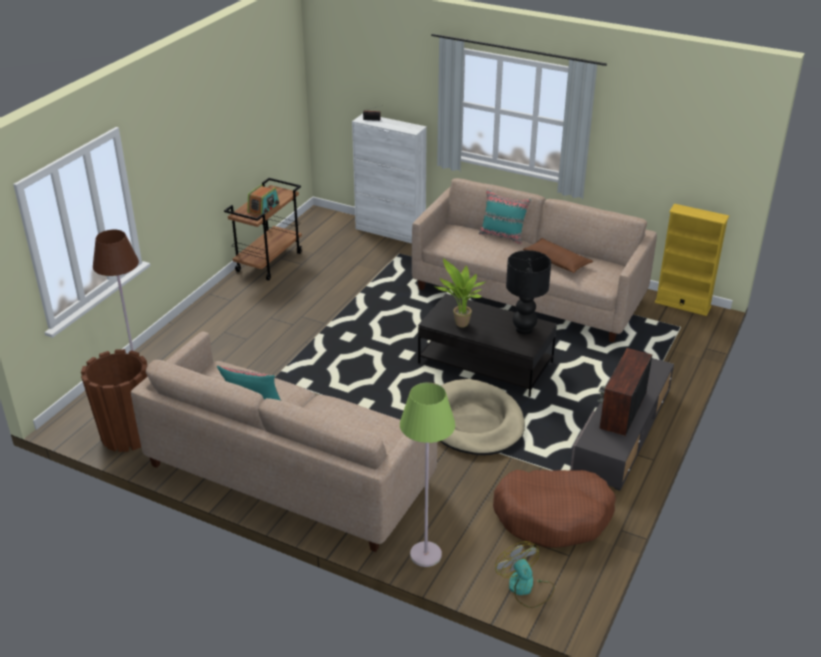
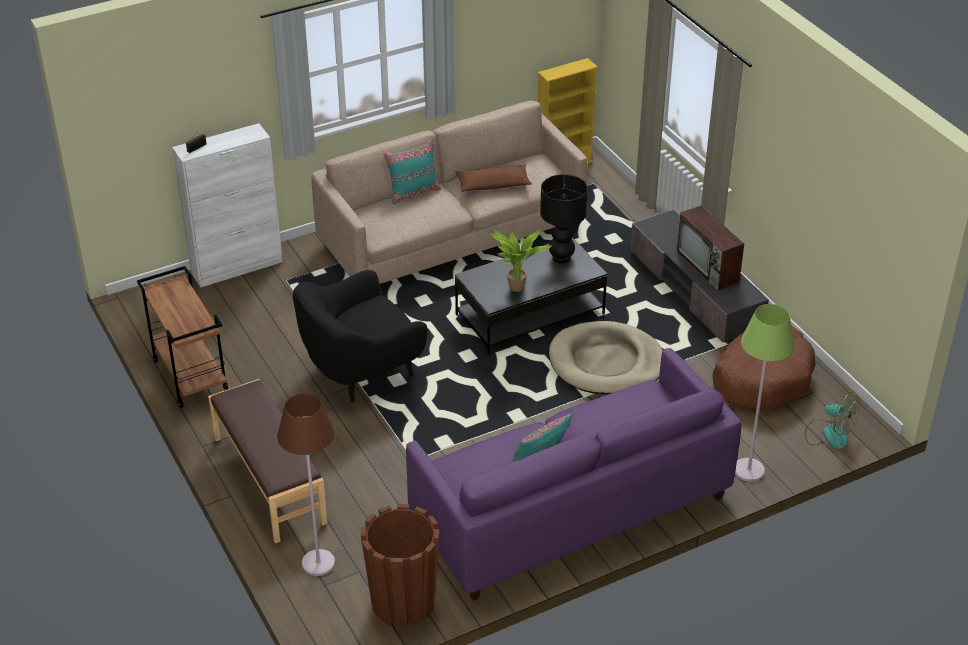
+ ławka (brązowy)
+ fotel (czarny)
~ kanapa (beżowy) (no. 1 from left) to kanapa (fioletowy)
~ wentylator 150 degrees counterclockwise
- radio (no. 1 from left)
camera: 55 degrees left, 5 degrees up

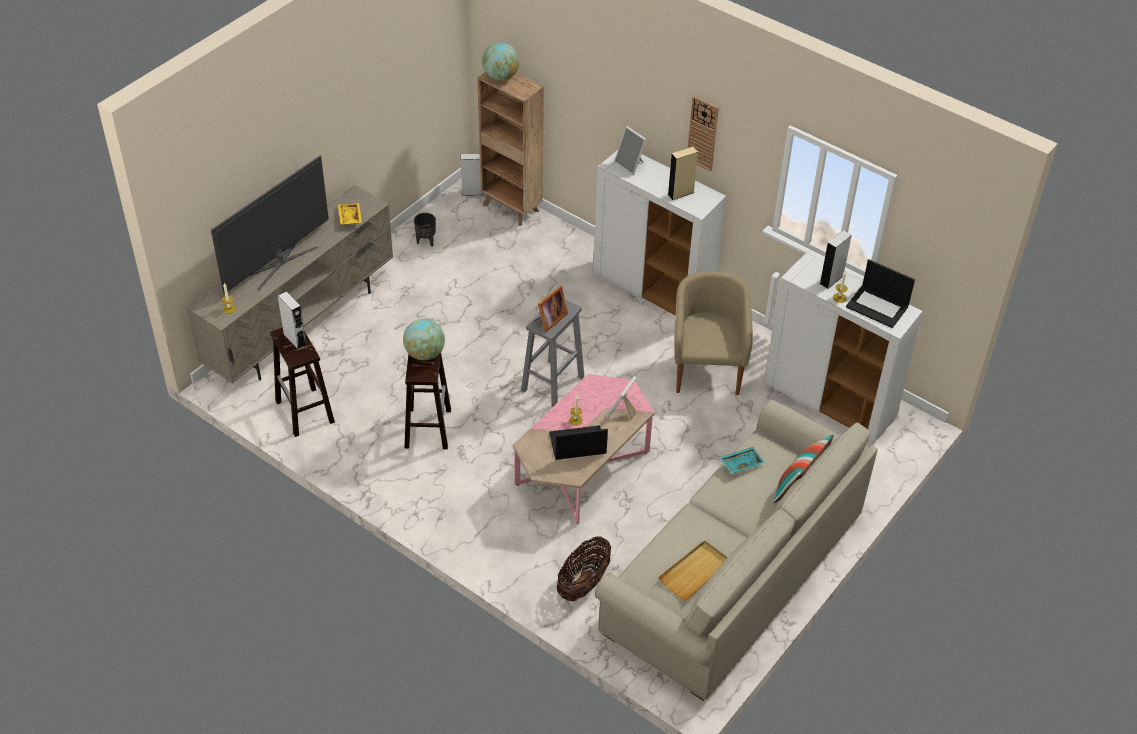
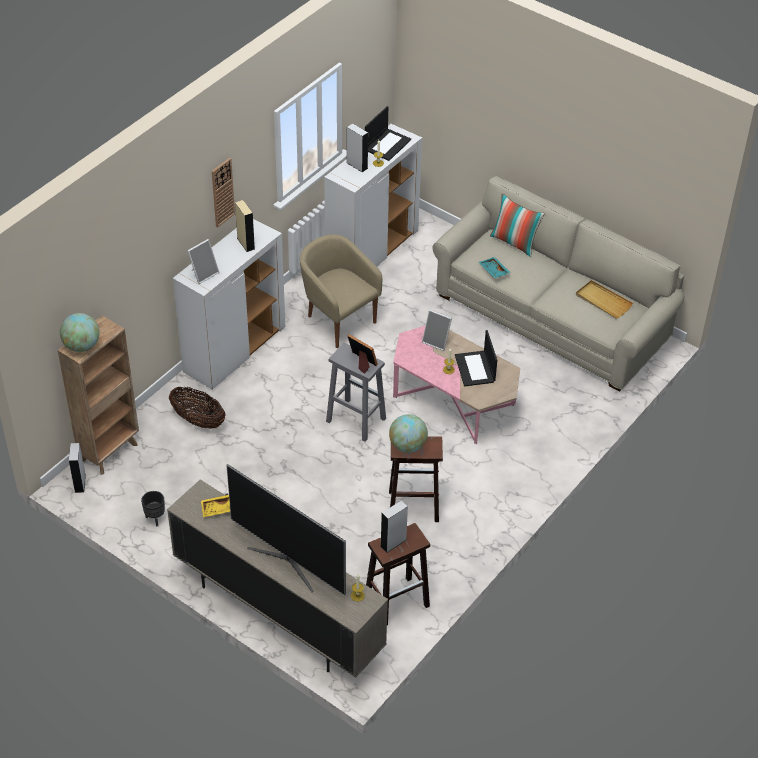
~ koszyk
~ fotel (beżowy) 45 degrees clockwise
camera: 90 degrees left, 0 degrees up

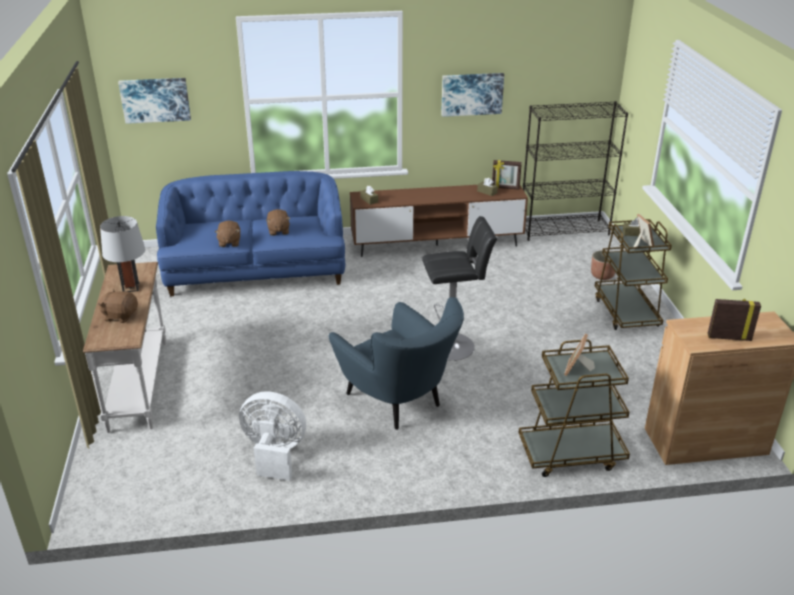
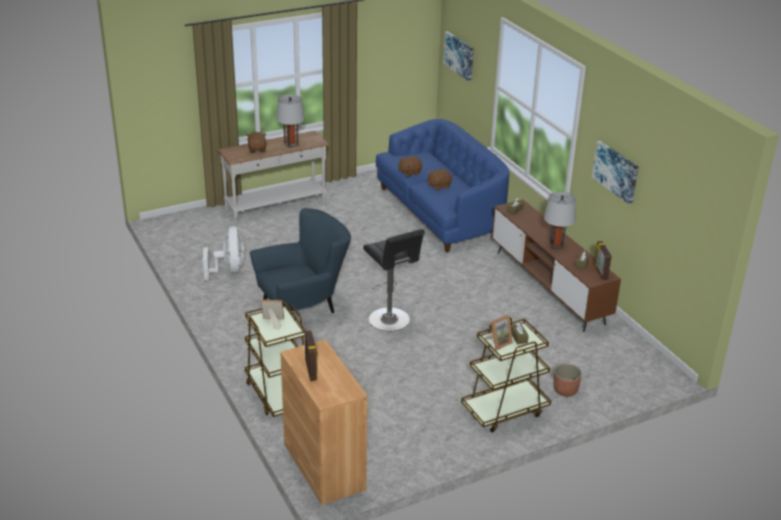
~ fotel (niebieski) 150 degrees counterclockwise
+ lampa stołowa (szary) (no. 2 from left)
- regał (czarny)
camera: 70 degrees right, 0 degrees up

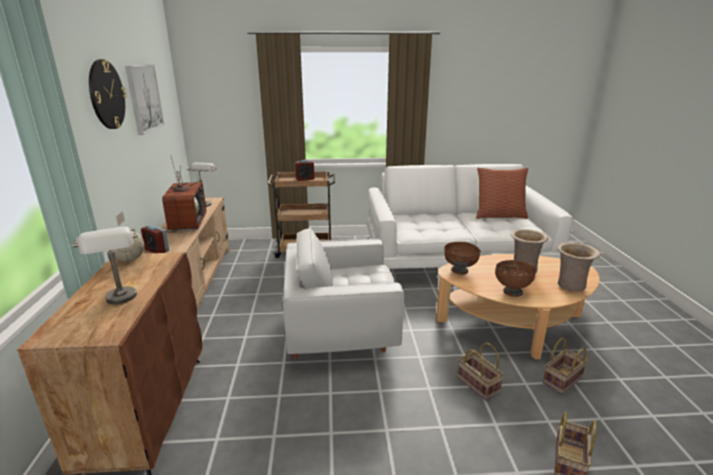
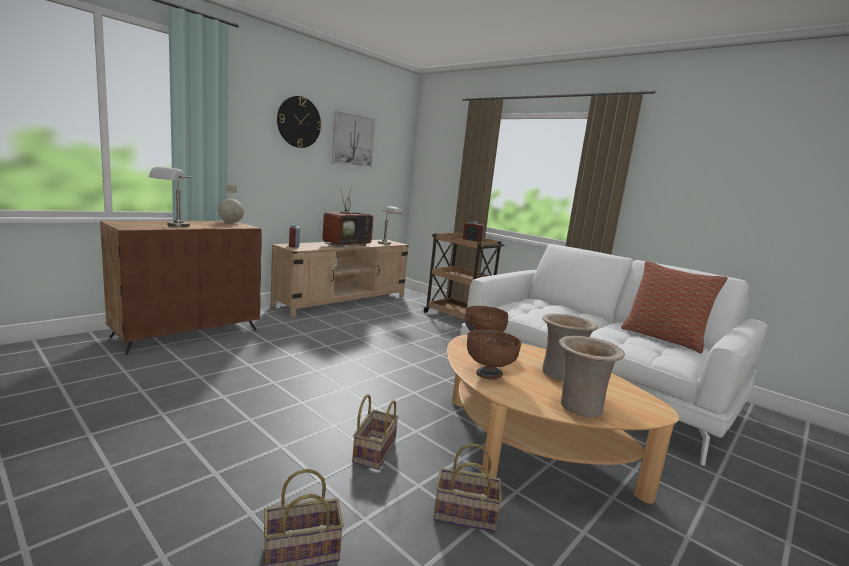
- fotel (biały)
camera: 45 degrees right, 10 degrees down

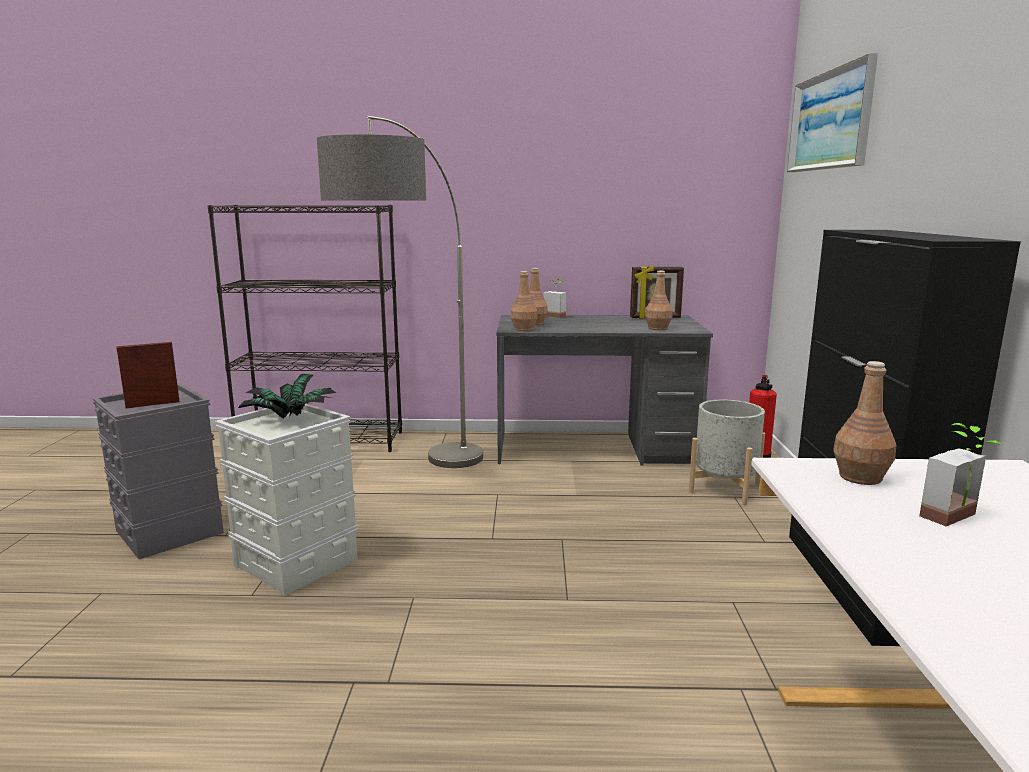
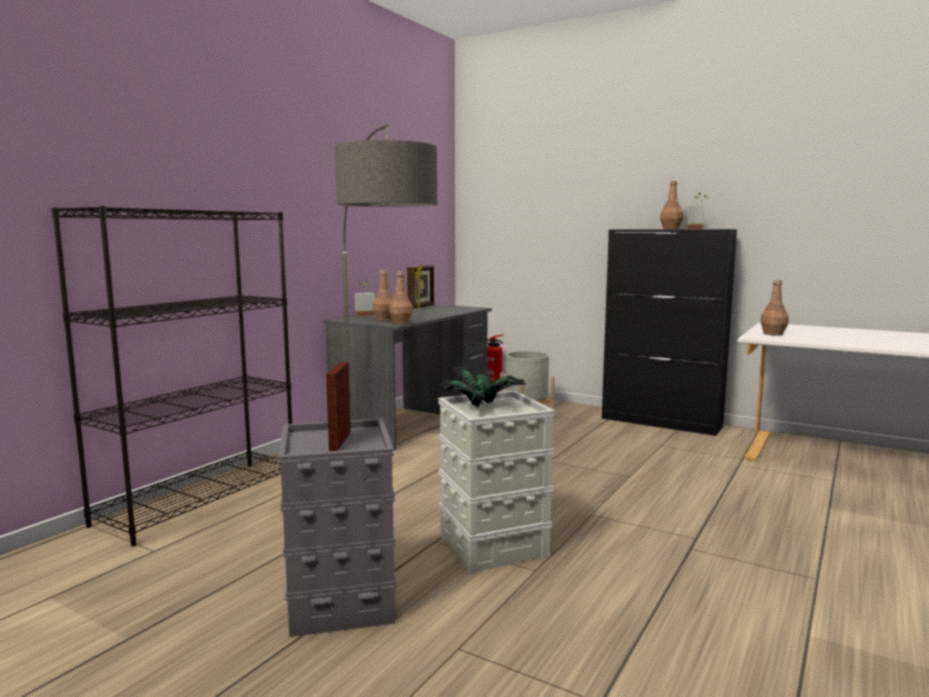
~ butelka (brązowy) (no. 3 from left)
~ roślina doniczkowa (no. 3 from left)
- obraz
camera: 60 degrees left, 5 degrees down

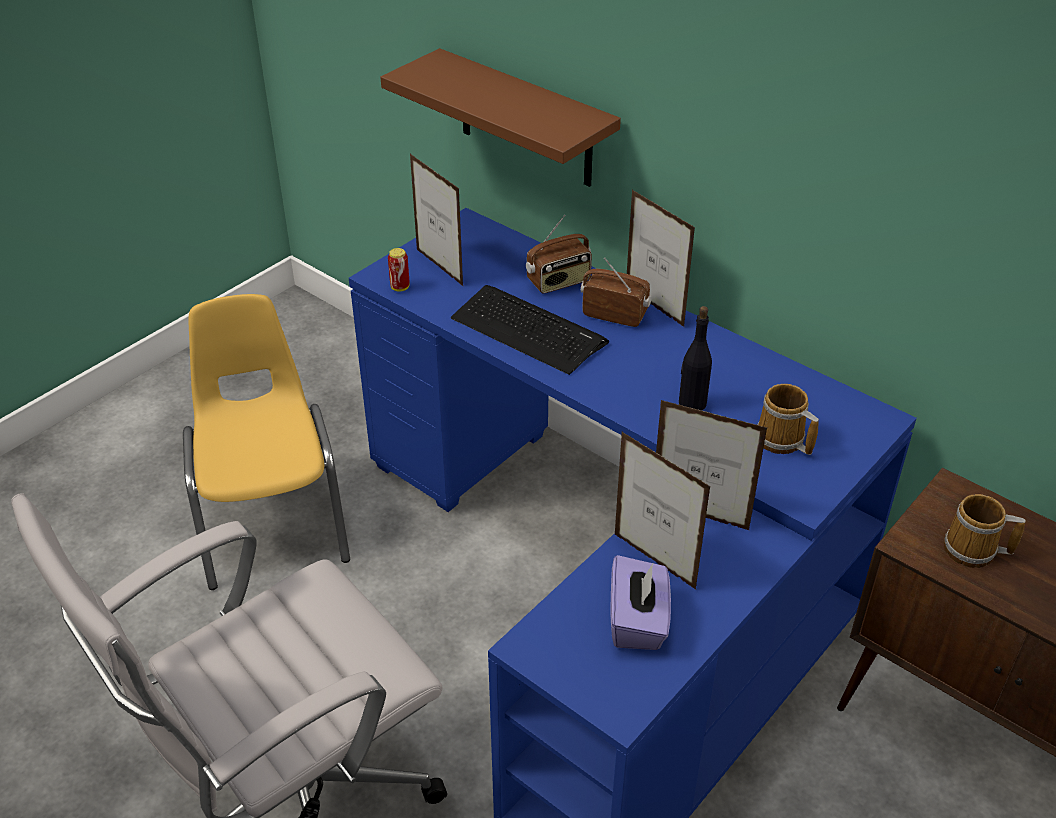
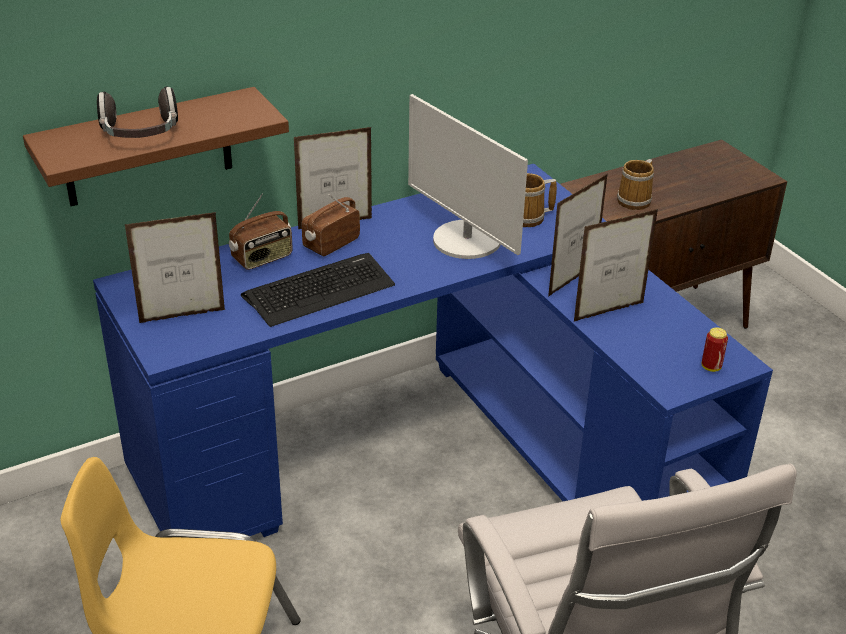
+ słuchawki
~ radio (no. 1 from left) 60 degrees clockwise
~ butelka (czarny) to monitor
~ puszka
- pudełko chusteczek (fioletowy)
camera: 70 degrees left, 5 degrees down

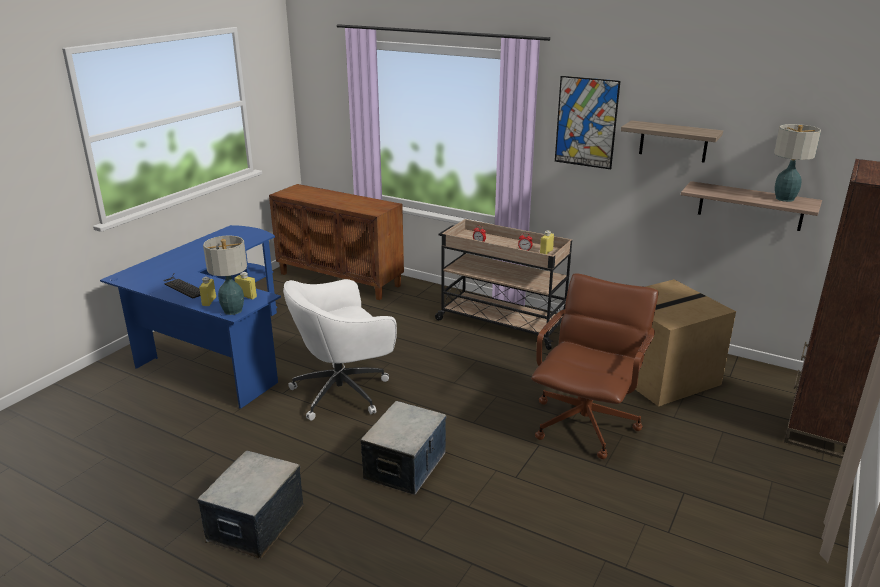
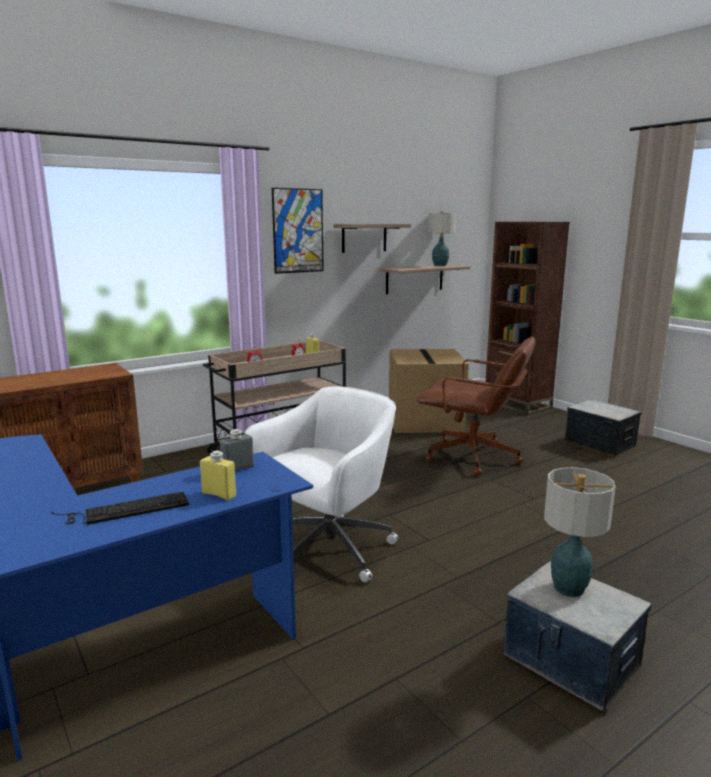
~ butelka (żółty) (no. 2 from left) to butelka (szary)
~ krzesło biurowe (biały) 135 degrees counterclockwise
~ krzesło biurowe (brązowy) 150 degrees clockwise
~ lampa stołowa (no. 1 from left in the first image) to lampa stołowa (no. 2 from left)
~ pojemnik do przechowywania (no. 2 from left)
camera: 65 degrees left, 10 degrees down

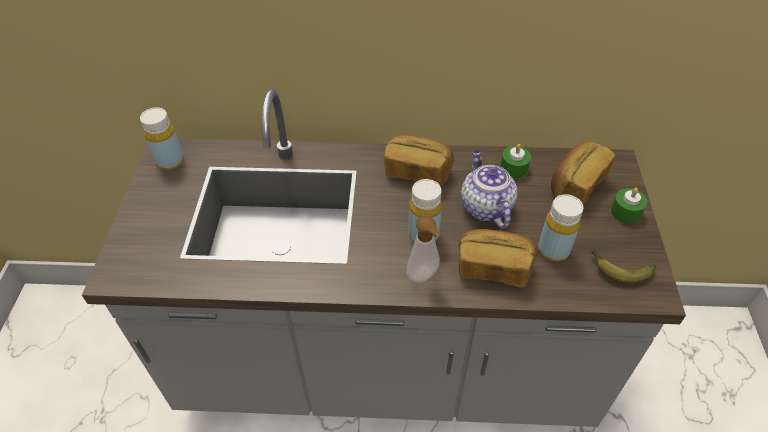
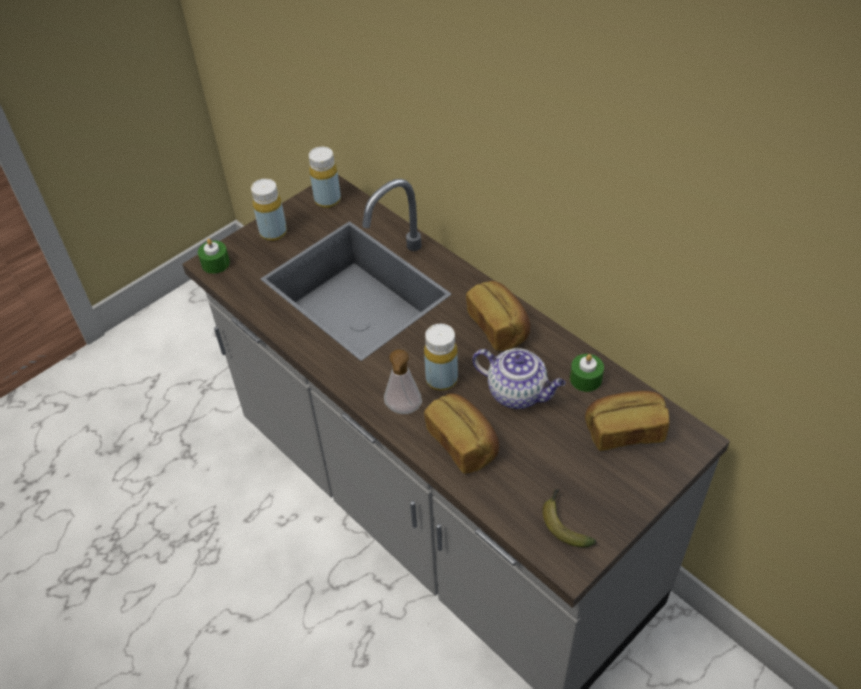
~ świeca (zielony) (no. 2 from left in the first image) to świeca (zielony) (no. 1 from left)
~ butelka (żółty) (no. 3 from left in the first image) to butelka (żółty) (no. 1 from left)
~ imbryk 90 degrees clockwise
camera: 45 degrees right, 0 degrees up

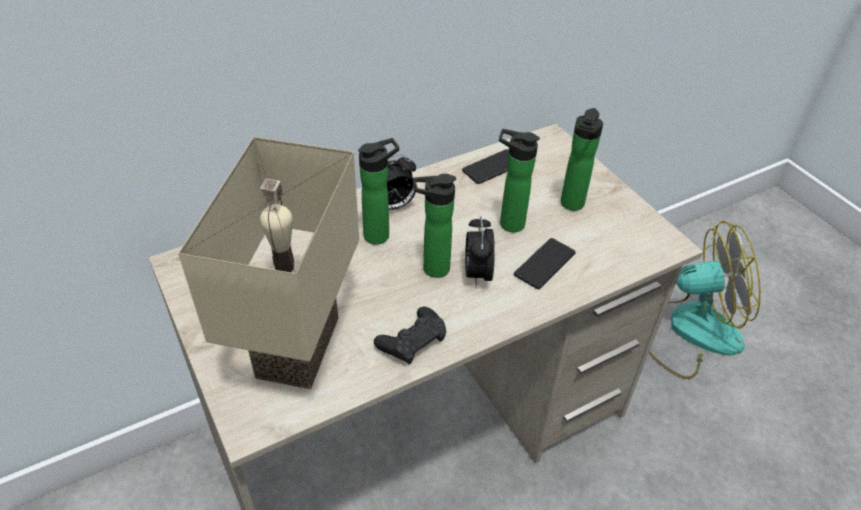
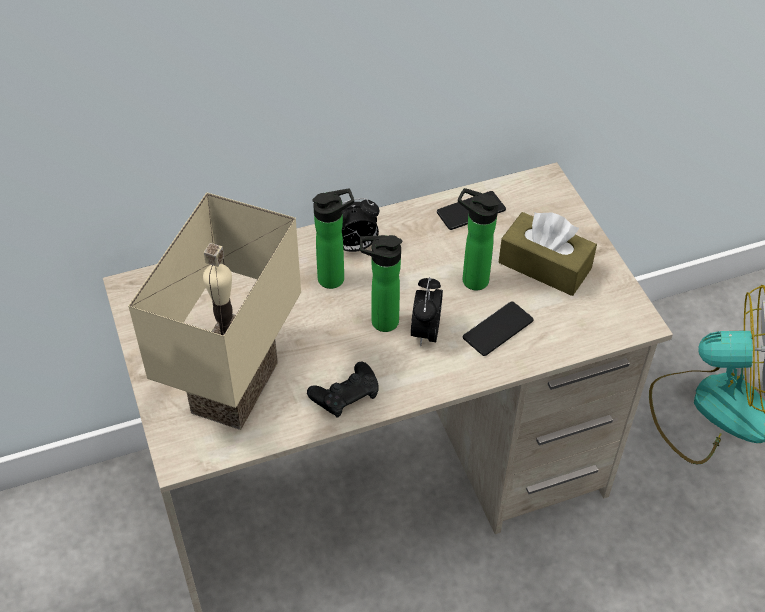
~ butelka (no. 4 from left) to pudełko chusteczek (brązowy)
camera: 10 degrees right, 5 degrees up

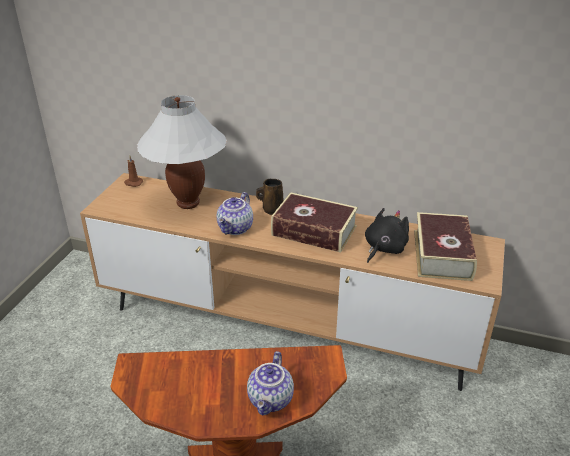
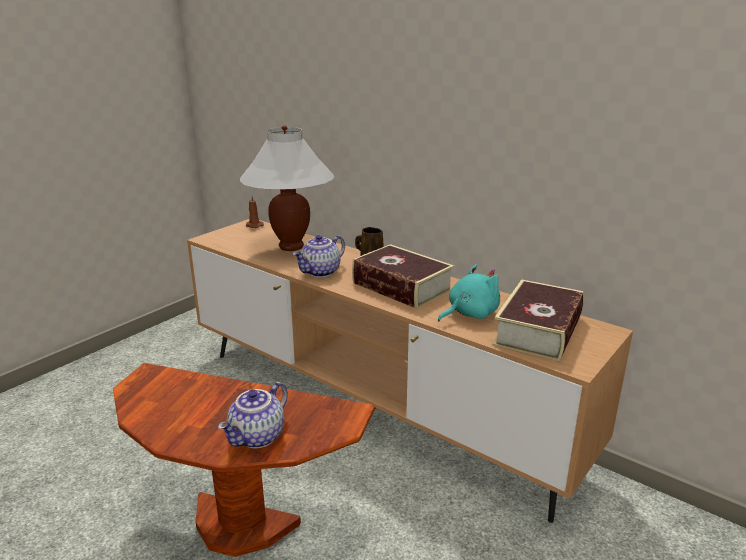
~ pluszak (czarny) to pluszak (turkusowy)
camera: 20 degrees right, 10 degrees down

